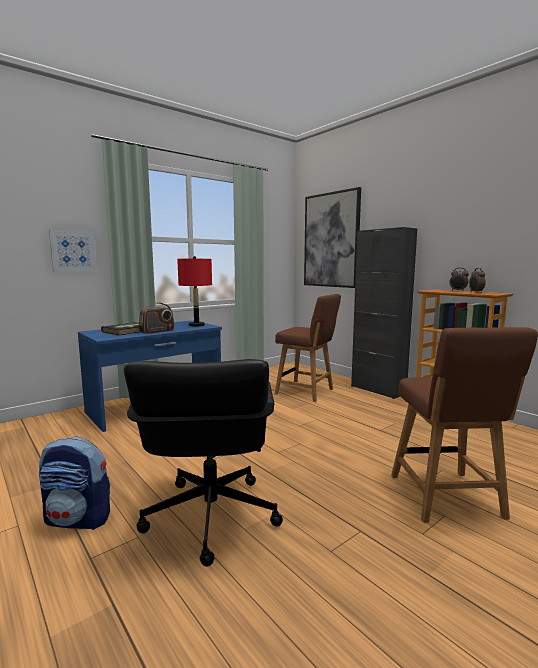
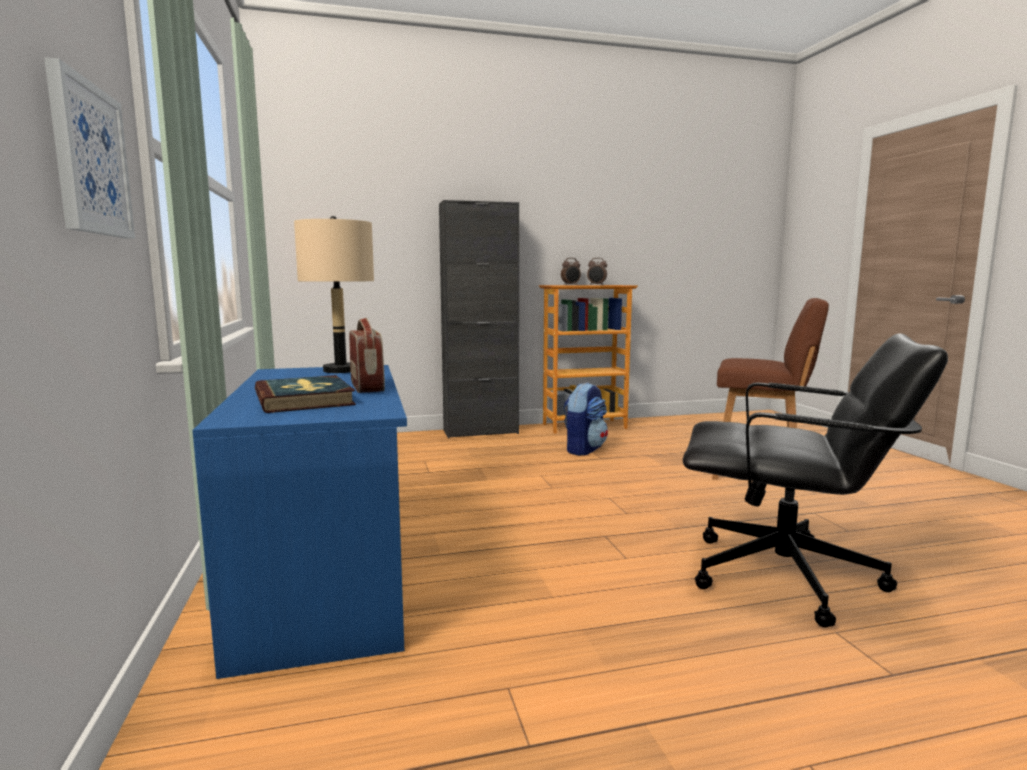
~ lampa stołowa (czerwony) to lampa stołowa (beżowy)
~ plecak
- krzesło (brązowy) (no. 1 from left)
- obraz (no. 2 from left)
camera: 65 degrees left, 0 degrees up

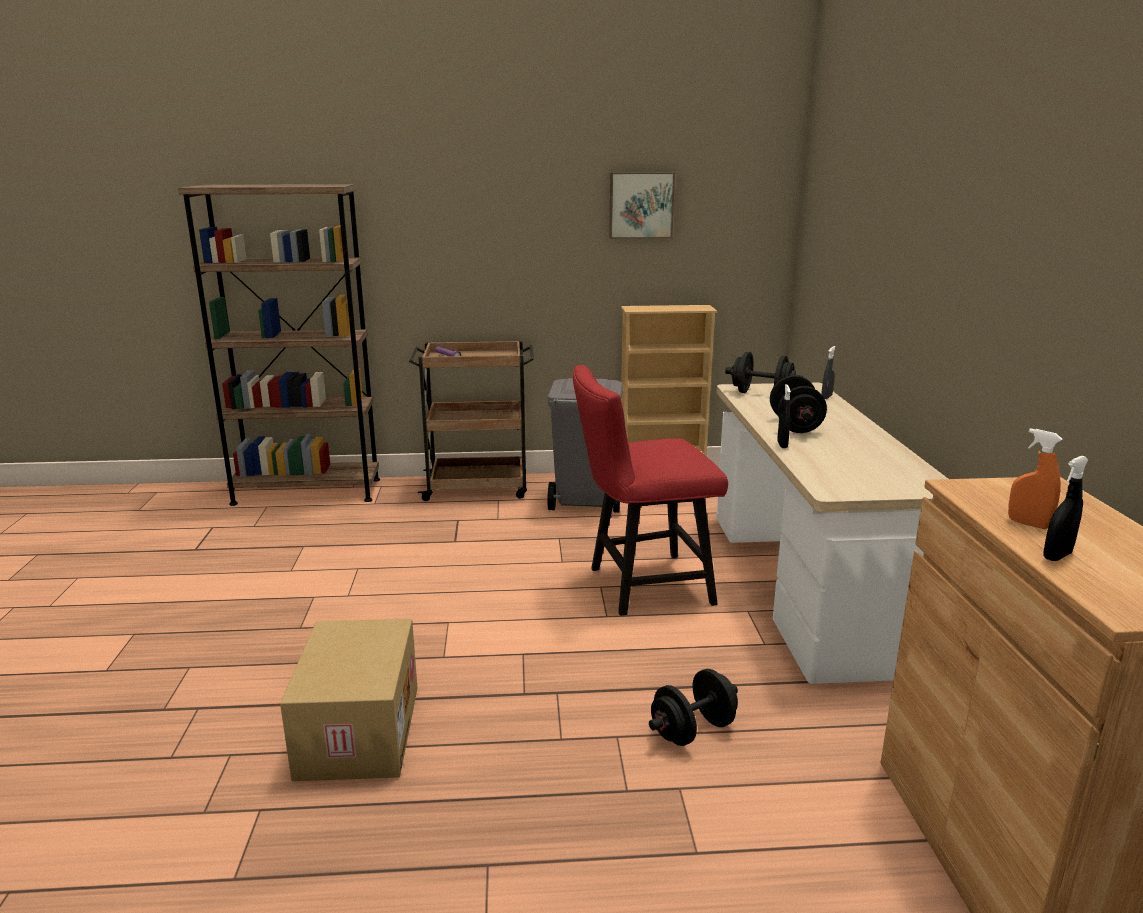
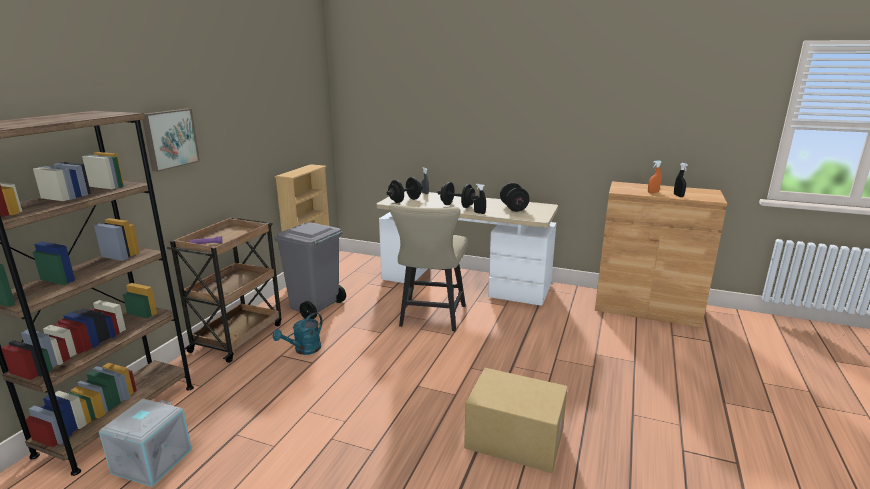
+ pojemnik do przechowywania (szary)
~ obraz
+ konewka (turkusowy)
~ krzesło (czerwony) to krzesło (beżowy)
~ hantel (czarny) (no. 1 from left in the first image) to hantel (czarny) (no. 3 from left)
camera: 65 degrees left, 0 degrees up

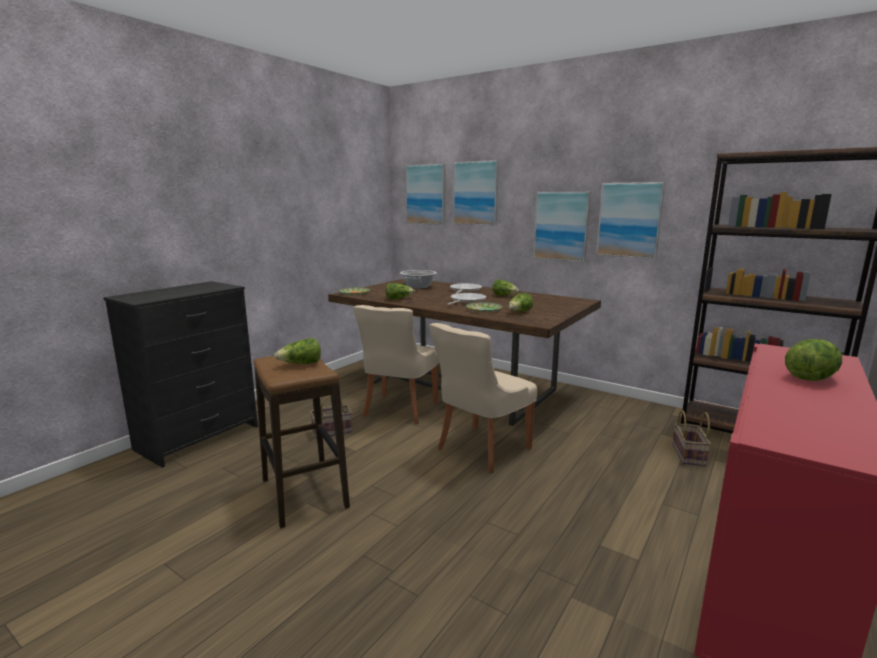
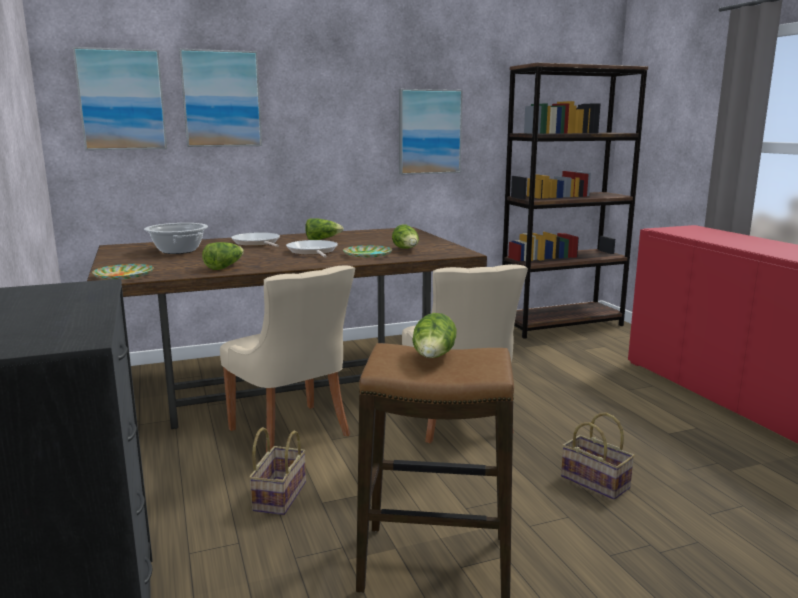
~ koszyk (no. 2 from left)
- obraz (no. 3 from left)
- sałata (no. 5 from left)
camera: 55 degrees left, 0 degrees up

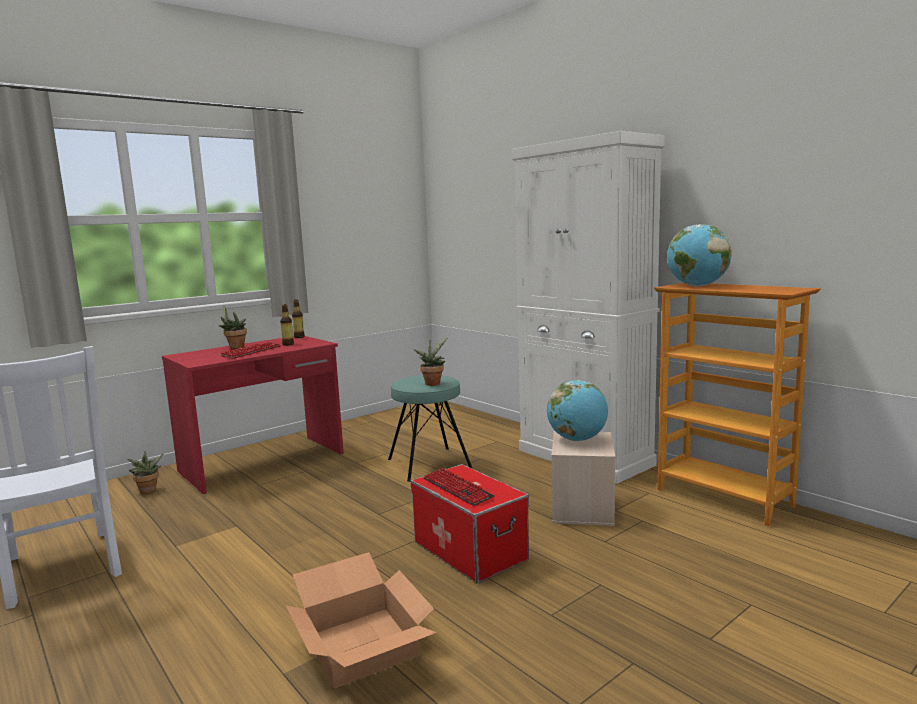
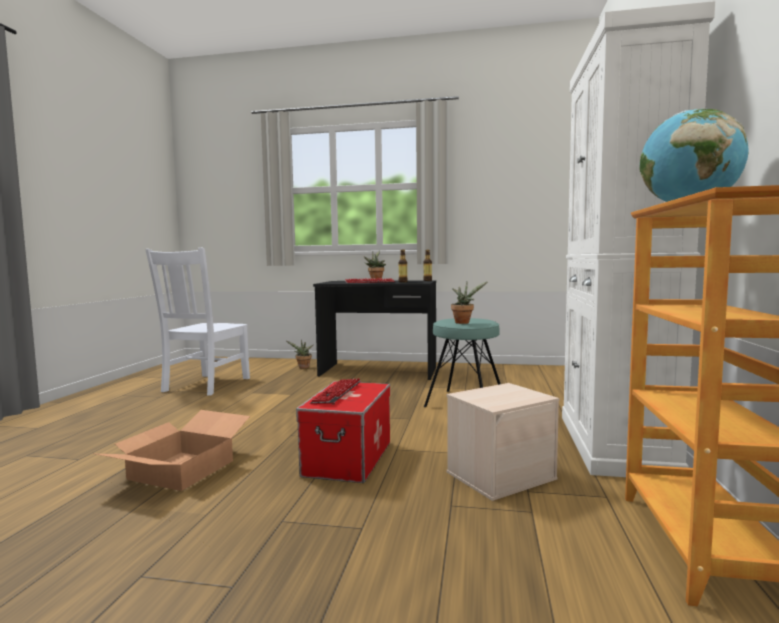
~ biurko (czerwony) to biurko (czarny)
- globus (no. 1 from left)
camera: 50 degrees right, 5 degrees down

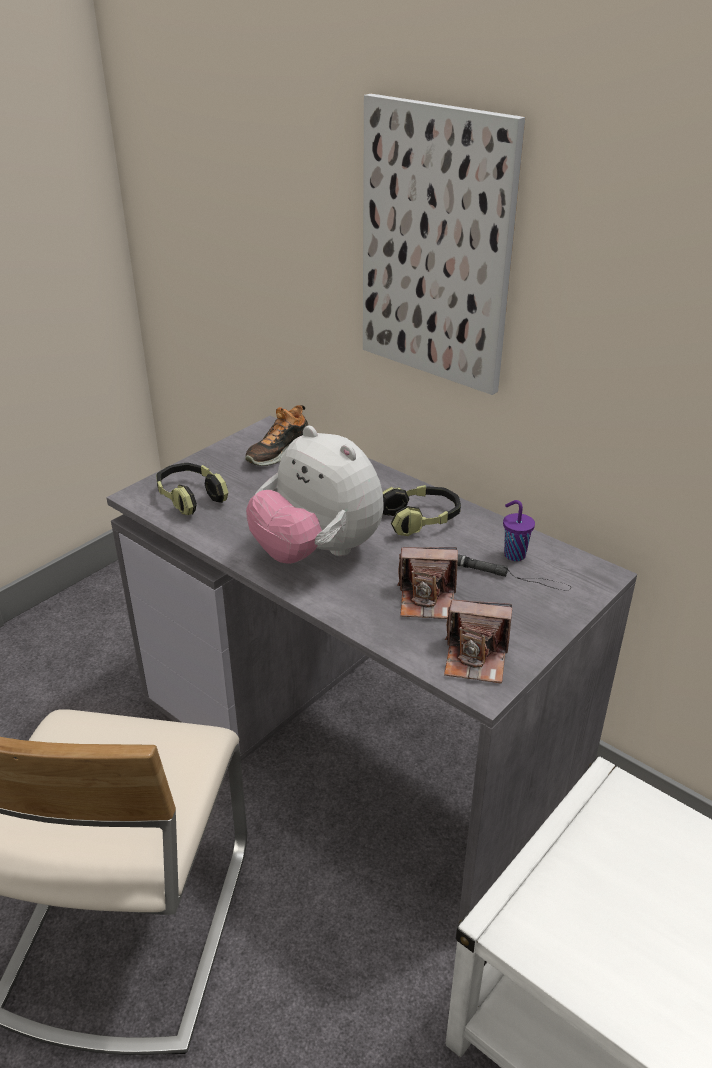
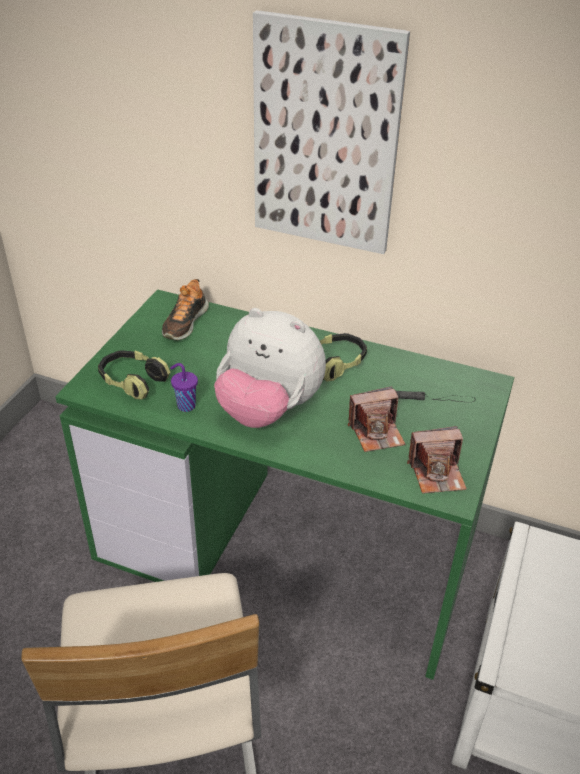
~ biurko (szary) to biurko (zielony)
~ filiżanka (fioletowy)
camera: 20 degrees left, 5 degrees up

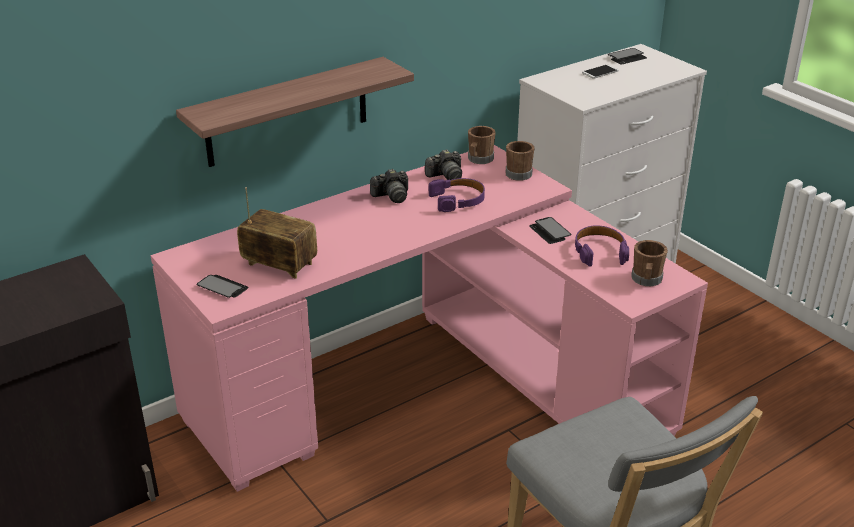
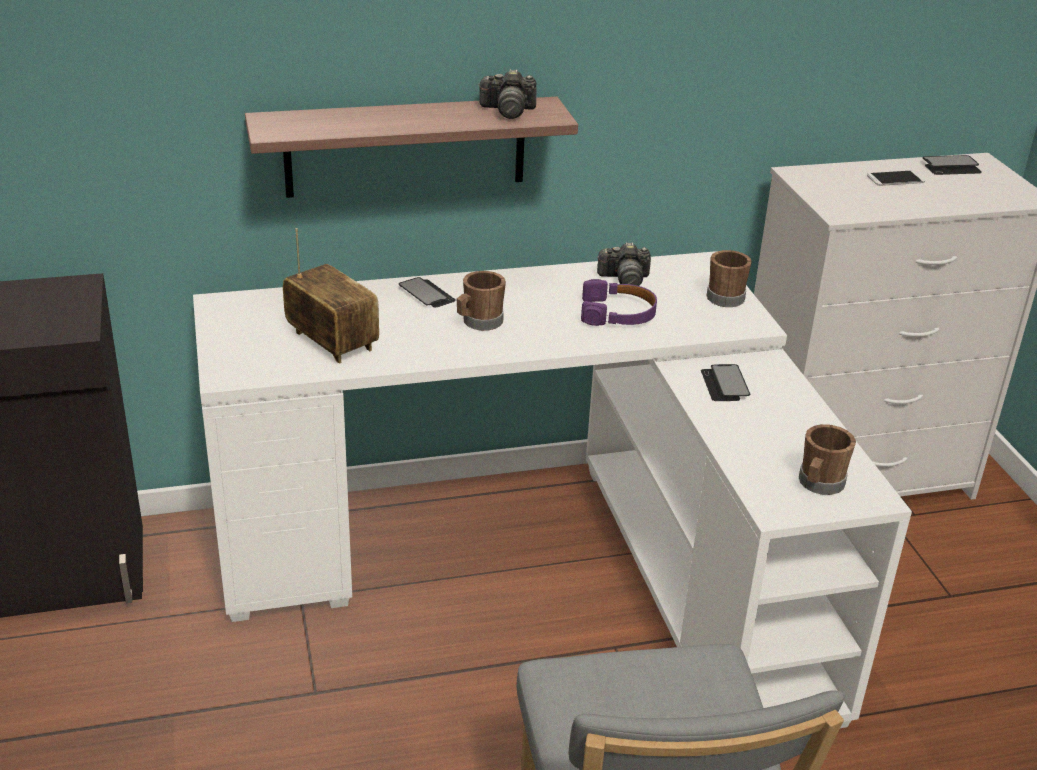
~ biurko (różowy) to biurko (biały)
~ telefon (no. 1 from left)
~ kubek (brązowy) (no. 1 from left)
~ aparat fotograficzny (no. 1 from left)
- słuchawki (fioletowy) (no. 2 from left)
camera: 20 degrees right, 0 degrees up

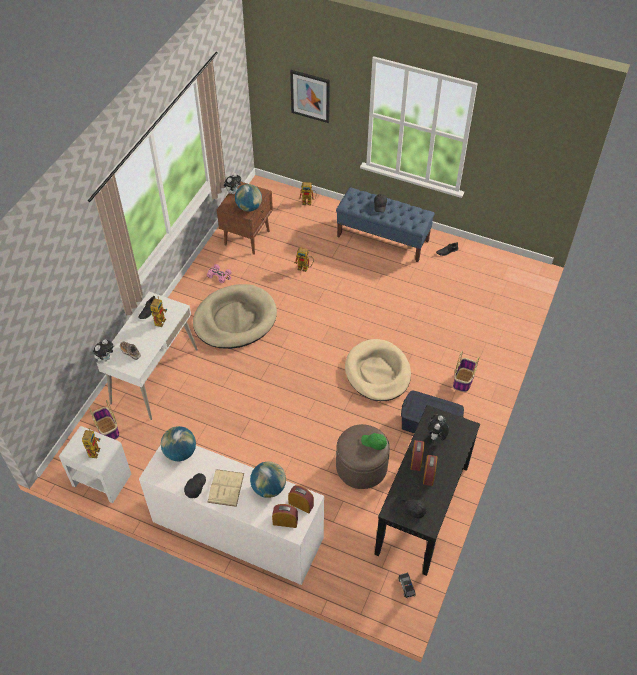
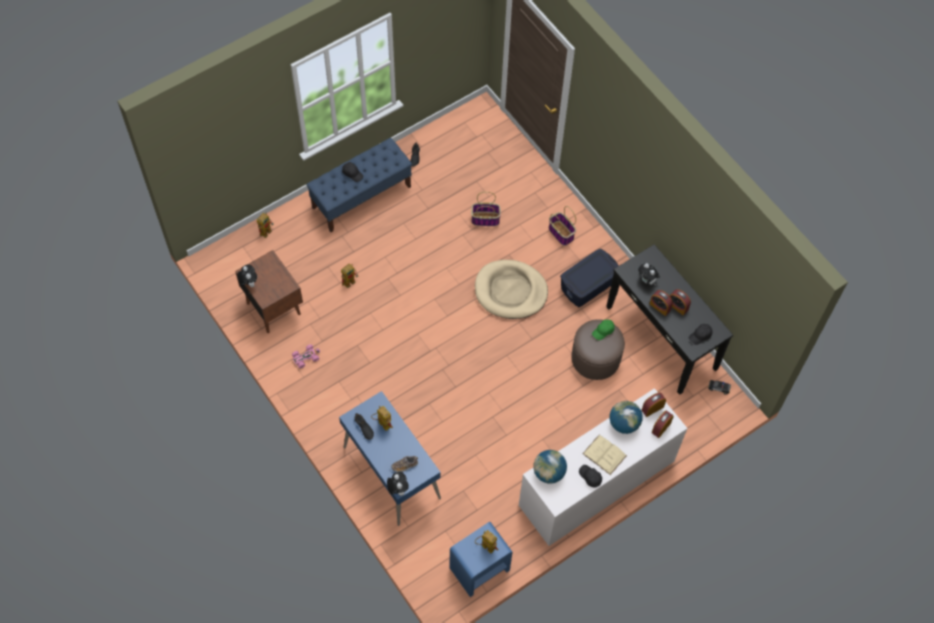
~ biurko (biały) to biurko (niebieski)
~ szafka nocna (biały) to szafka nocna (niebieski)
~ koszyk (no. 1 from left)
- legowisko (beżowy) (no. 1 from left)
- globus (no. 2 from left)
- obraz
camera: 60 degrees left, 10 degrees up

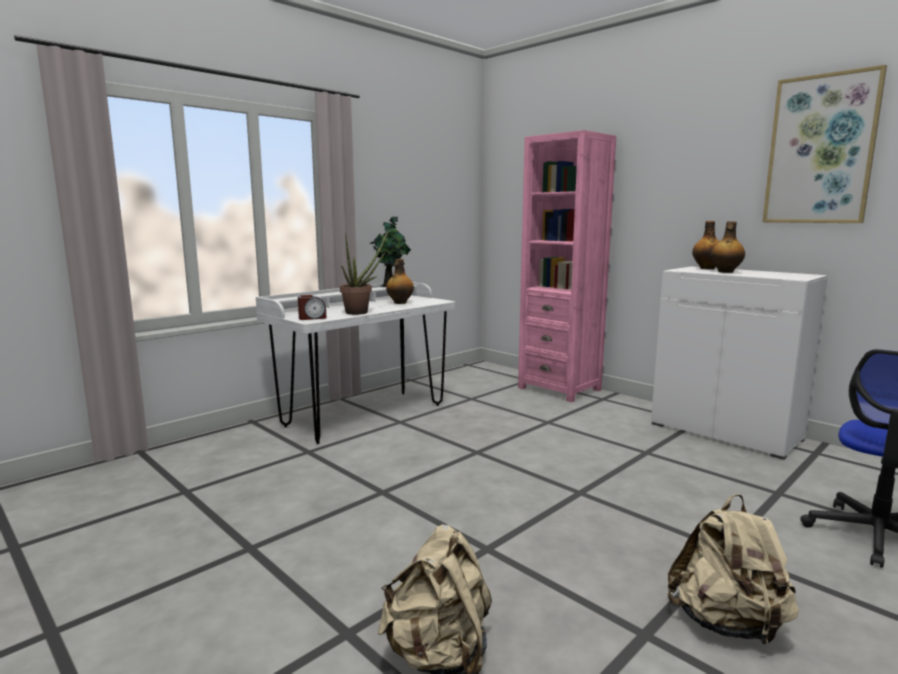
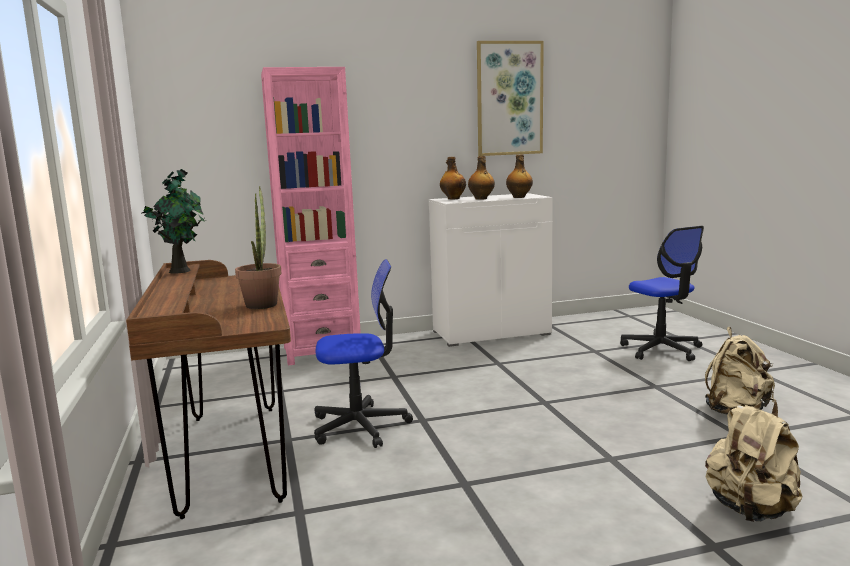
~ biurko (biały) to biurko (brązowy)
+ krzesło biurowe (no. 1 from left)
~ butelka (no. 1 from left in the first image) to butelka (no. 3 from left)
- budzik
camera: 60 degrees left, 0 degrees up

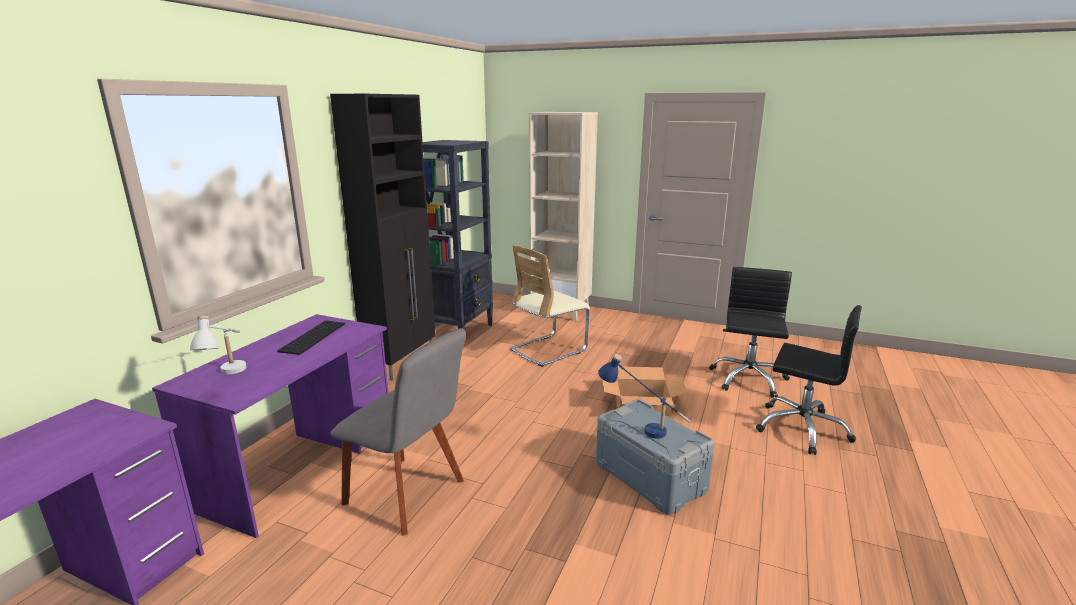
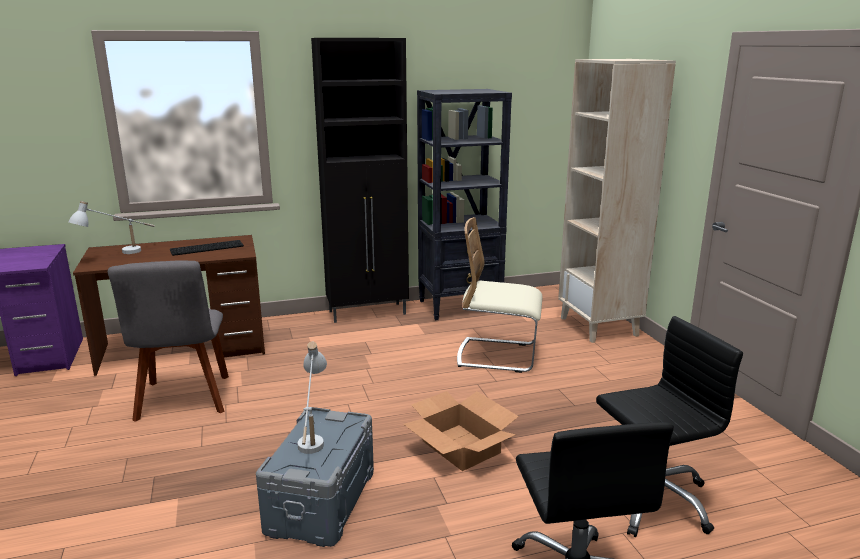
~ biurko (fioletowy) (no. 2 from left) to biurko (brązowy)
~ lampa stołowa (niebieski) to lampa stołowa (biały) (no. 2 from left)
camera: 50 degrees right, 0 degrees up

